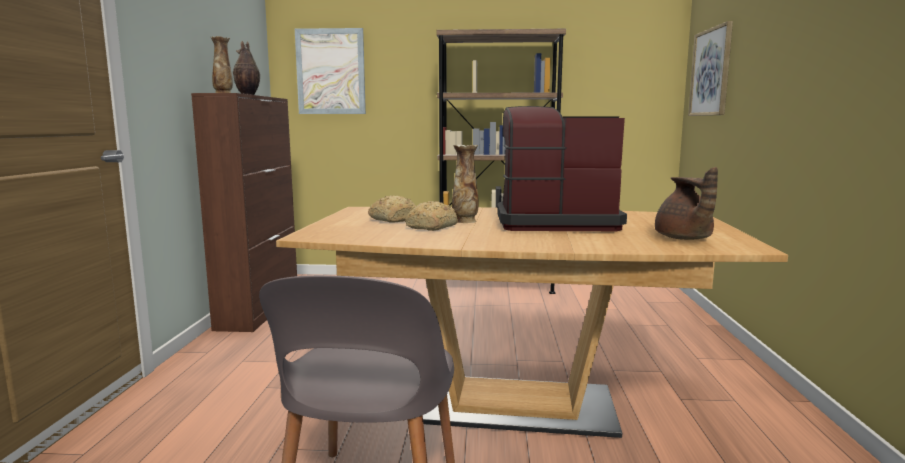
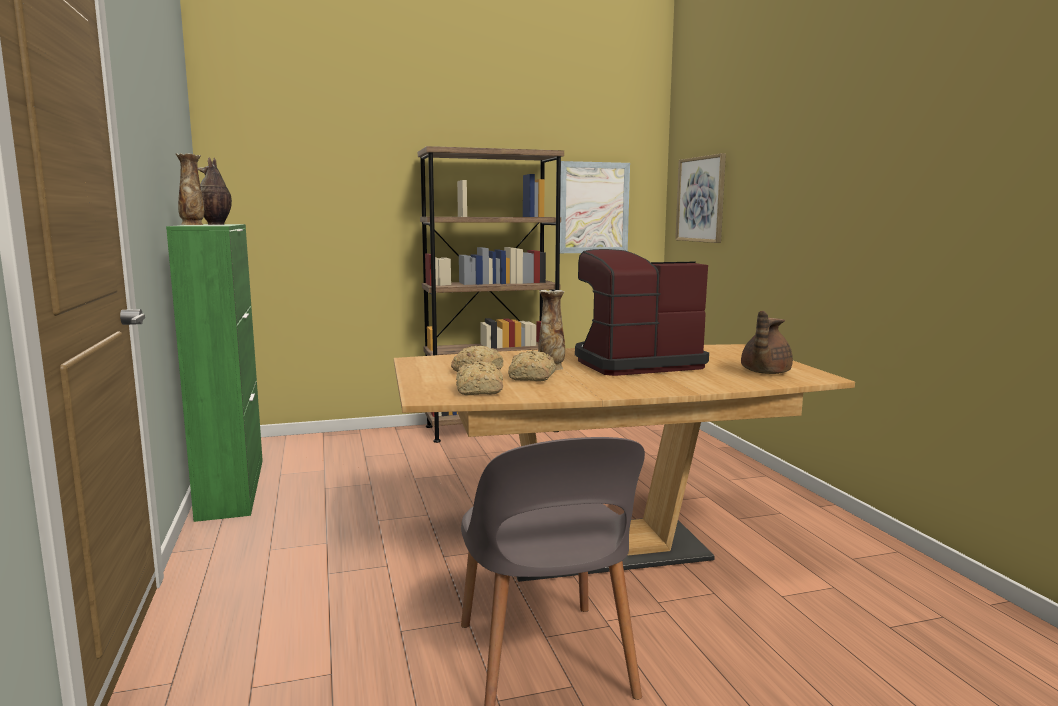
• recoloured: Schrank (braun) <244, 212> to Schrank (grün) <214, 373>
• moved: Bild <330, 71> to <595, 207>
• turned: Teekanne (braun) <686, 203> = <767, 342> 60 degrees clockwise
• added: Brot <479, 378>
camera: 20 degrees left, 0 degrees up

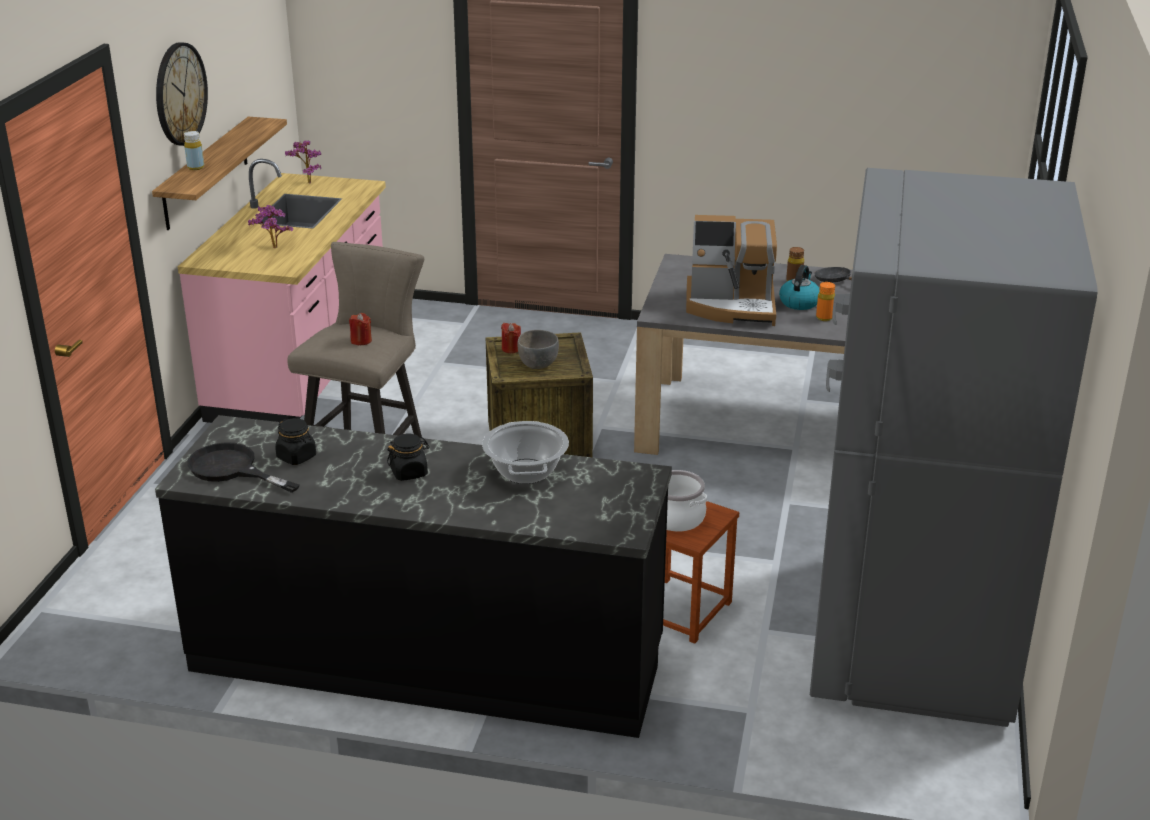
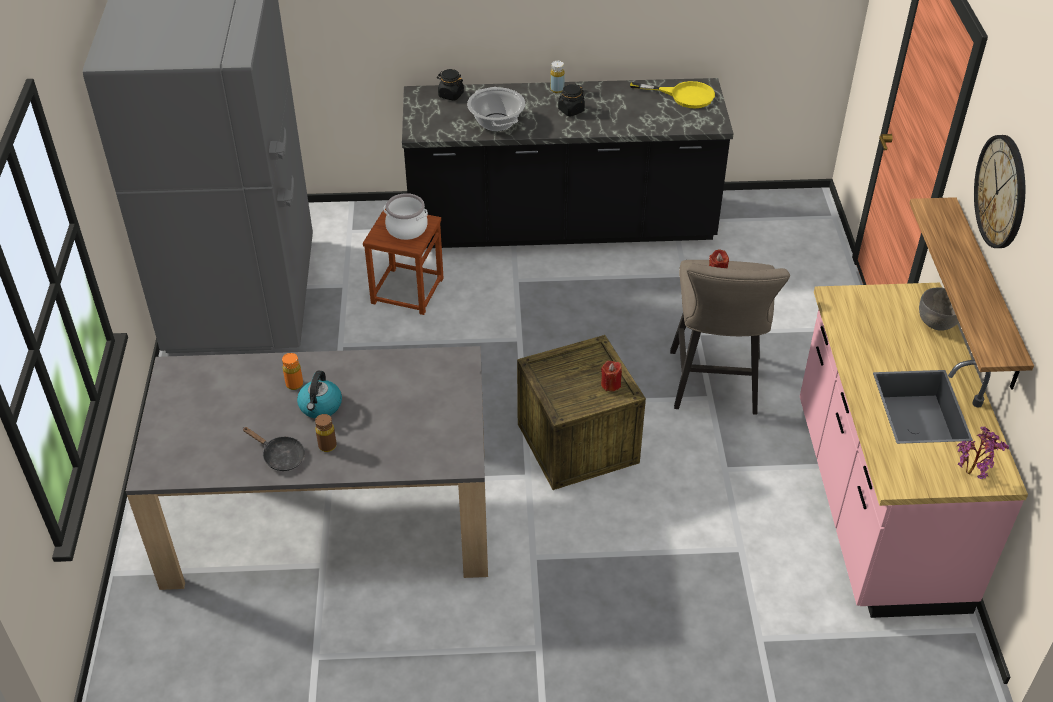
• moved: Flasche (gelb) <194, 150> to <557, 77>
• recoloured: Pfanne (schwarz) <243, 467> to Pfanne (gelb) <672, 94>
• removed: Topfpflanze <270, 227>
• moved: Vorratsglas (schwarz) <295, 441> to <450, 85>
• moved: Schüssel (grau) <538, 349> to <939, 309>
• removed: Kaffeemaschine <731, 270>
camera: 165 degrees right, 15 degrees up

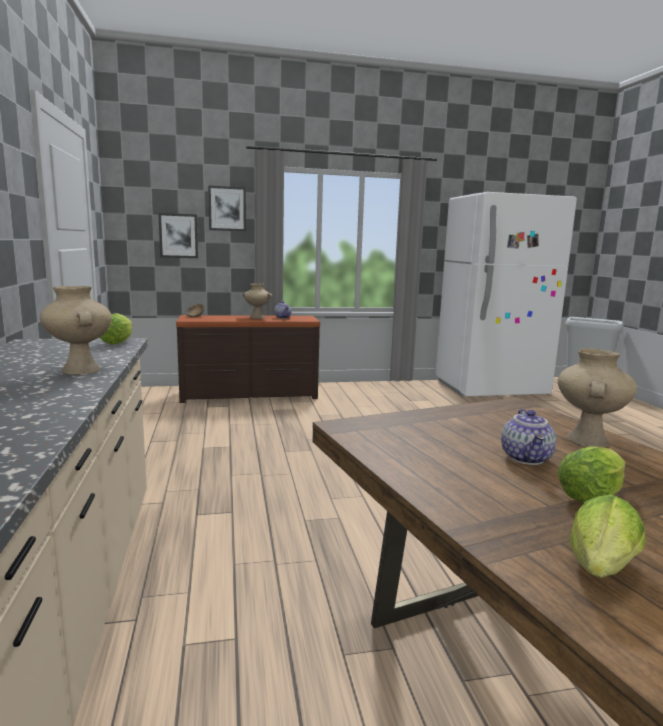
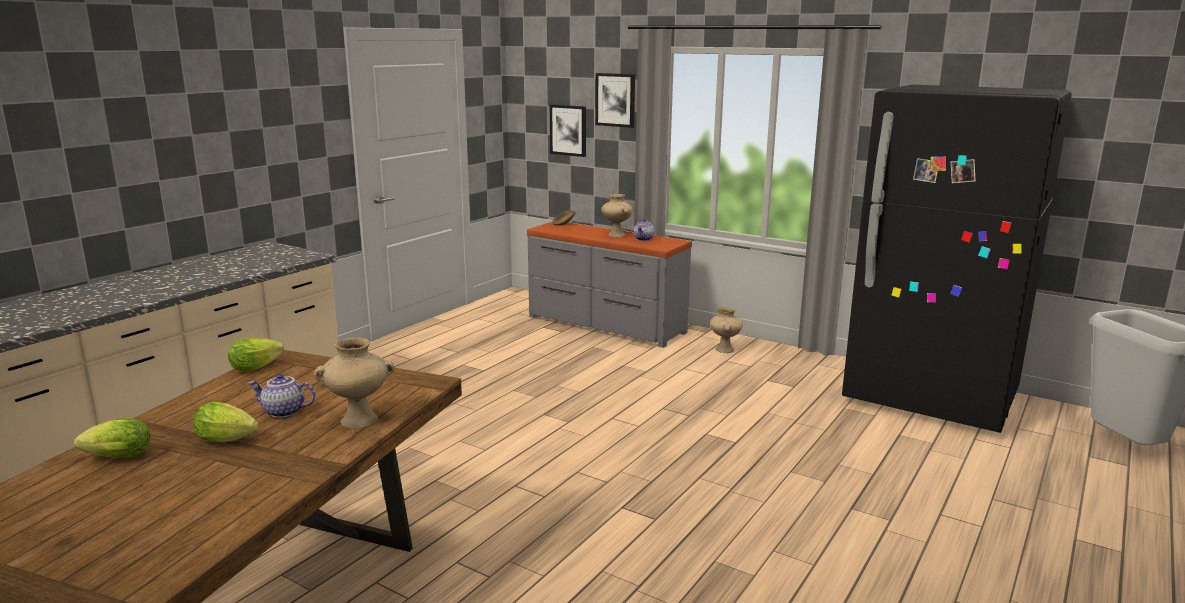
• moved: Vase (beige) <76, 330> to <726, 330>
• moved: Salatkopf <116, 329> to <256, 354>
• recoloured: Kommode (braun) <248, 359> to Kommode (grau) <609, 285>
• recoloured: Kühlschrank (weiß) <506, 294> to Kühlschrank (schwarz) <957, 259>
• turned: Teekanne <528, 437> = <281, 396> 45 degrees clockwise
camera: 45 degrees right, 5 degrees up

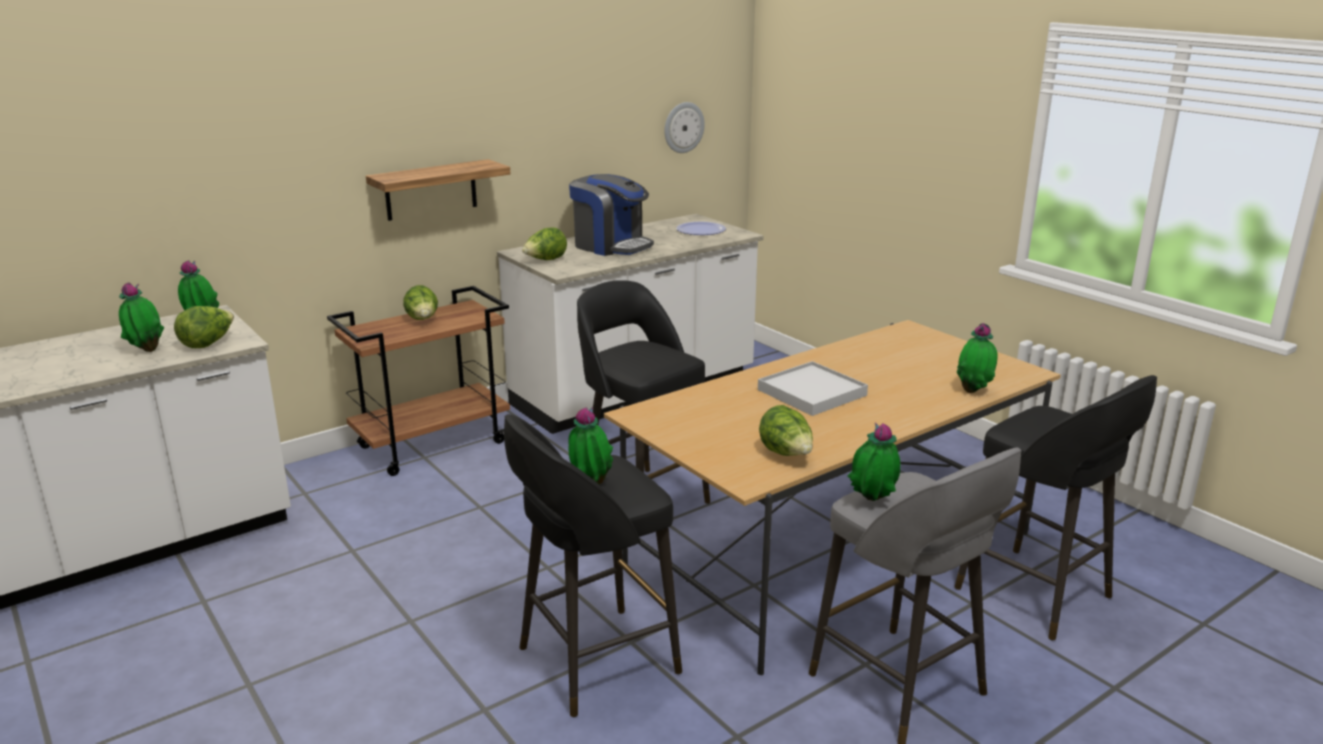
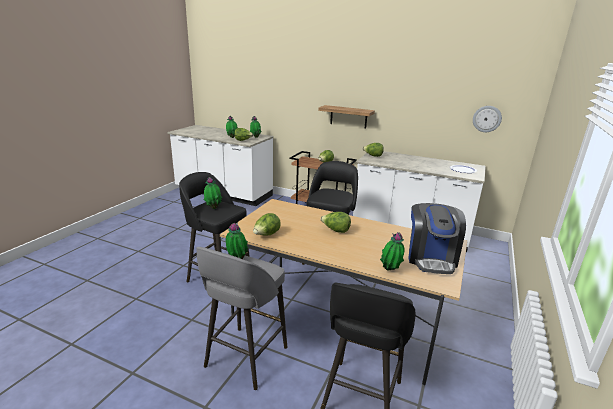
• moved: Kaffeemaschine <611, 215> to <437, 238>
• replaced: Tablett (weiß) <813, 388> to Salatkopf <336, 222>
camera: 60 degrees right, 0 degrees up

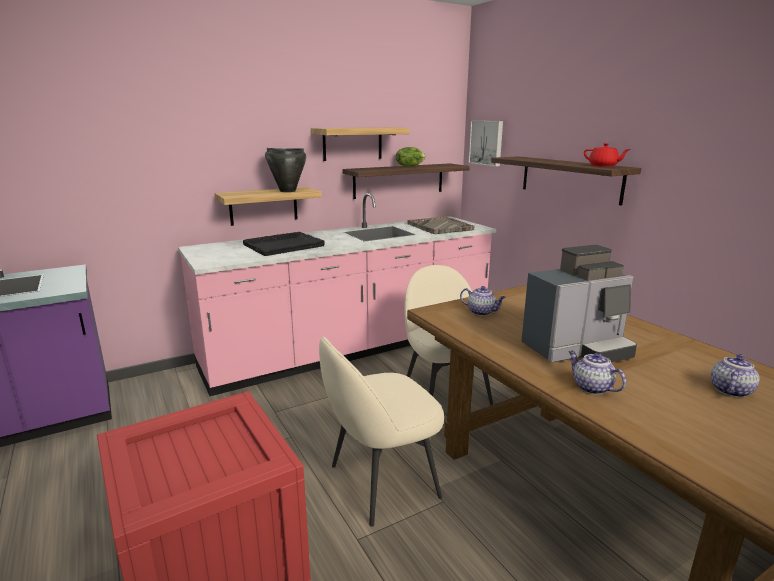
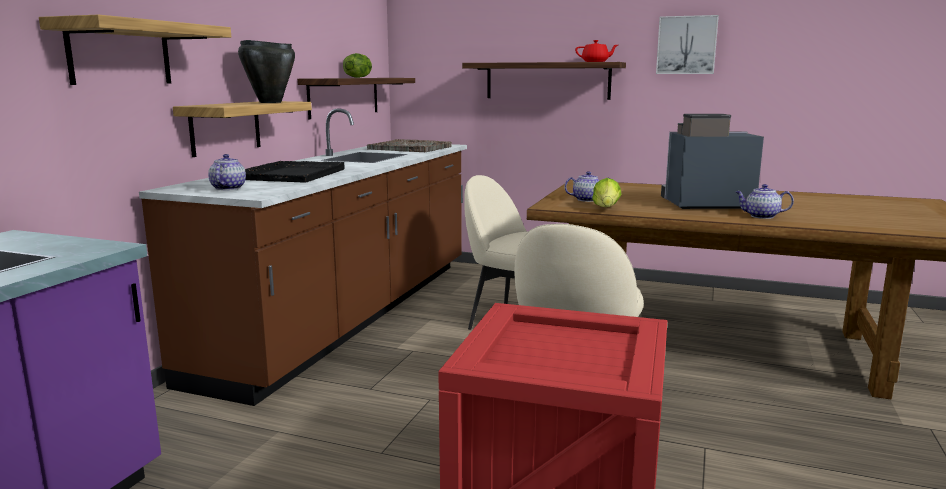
• recoloured: Küchenzeile (rosa) <337, 294> to Küchenzeile (braun) <303, 257>
• moved: Wandregal <360, 144> to <135, 50>
• moved: Bild <486, 144> to <687, 44>
• turned: Kaffeemaschine <579, 303> = <712, 161> 120 degrees counterclockwise
• moved: Teekanne <735, 376> to <227, 172>
• added: Salatkopf <607, 192>
camera: 40 degrees left, 5 degrees down

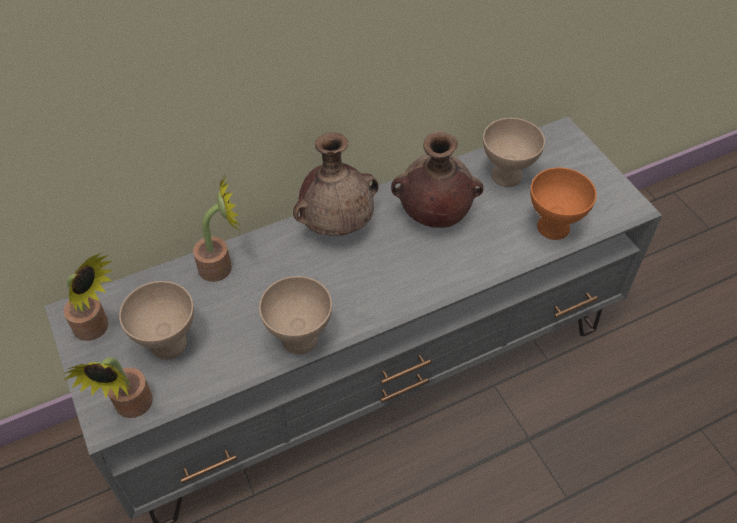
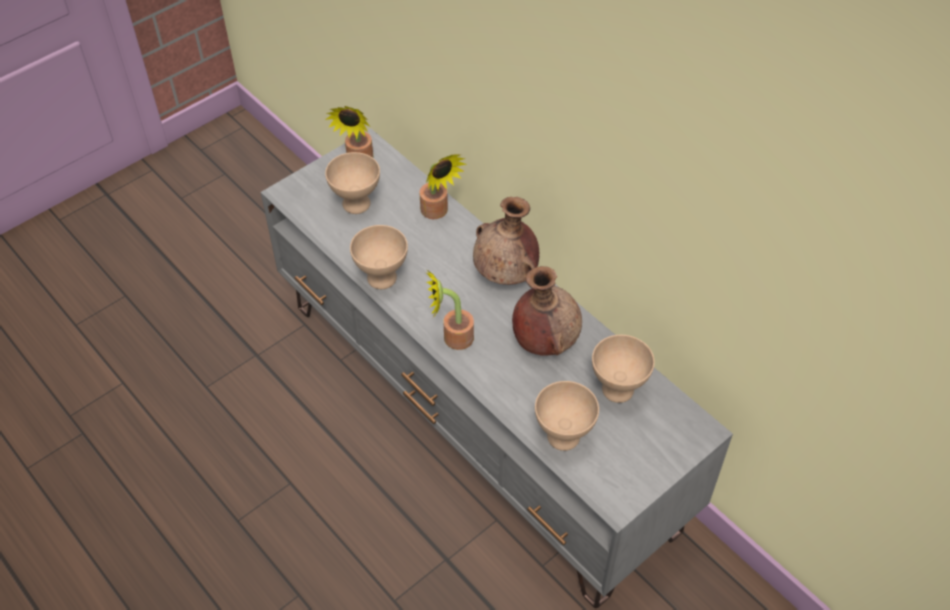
• moved: Topfpflanze <108, 387> to <450, 309>
• recoloured: Schüssel (orange) <563, 203> to Schüssel (beige) <567, 416>
camera: 75 degrees right, 0 degrees up

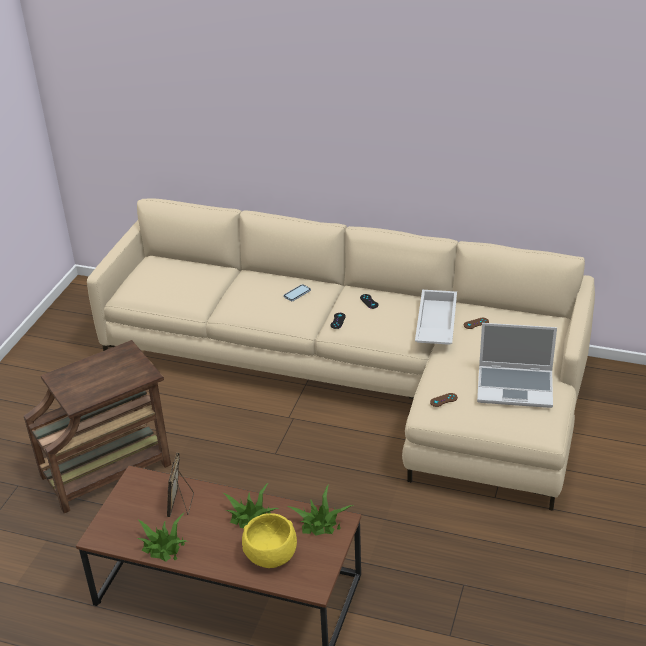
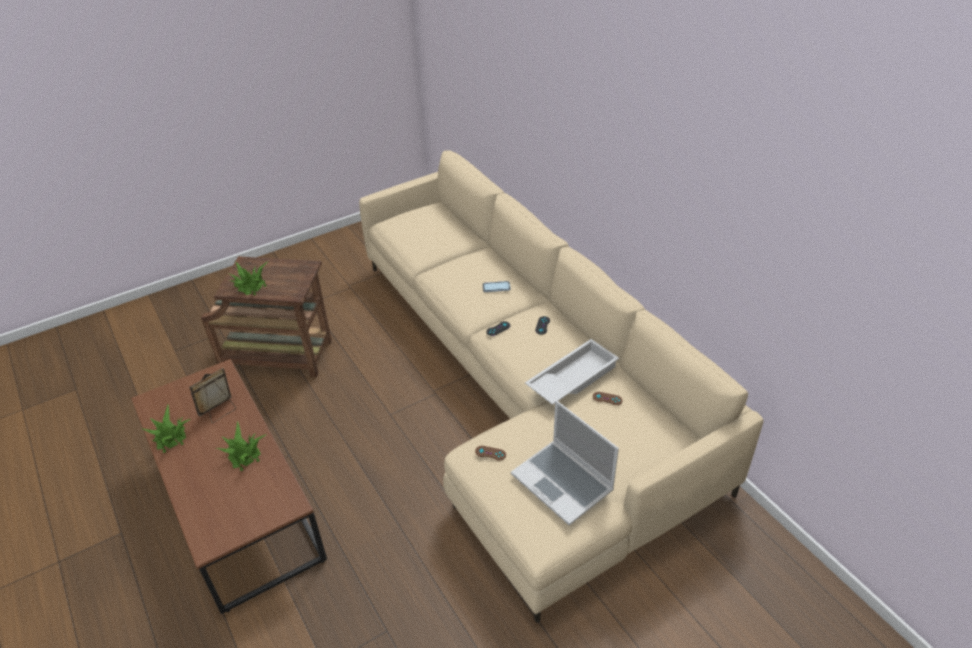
• removed: Schüssel (gelb) <269, 540>
• moved: Topfpflanze <320, 510> to <249, 278>
camera: 40 degrees right, 5 degrees up

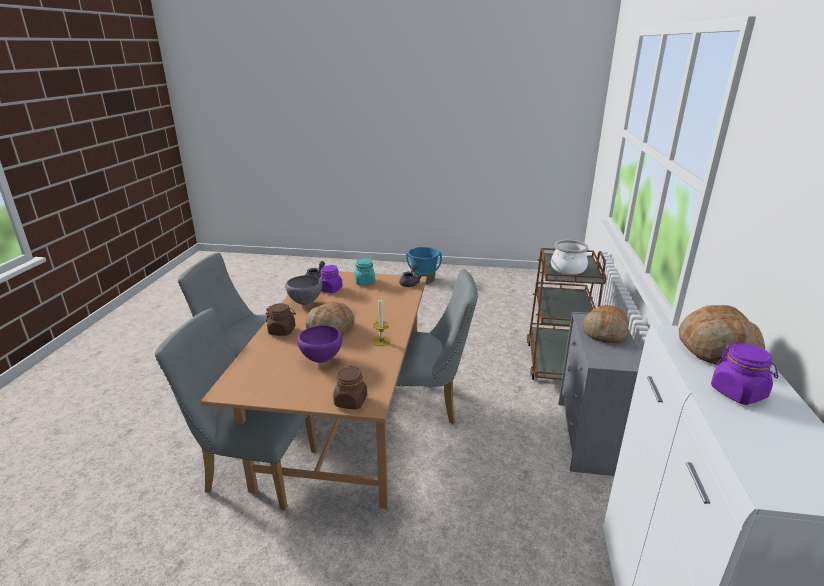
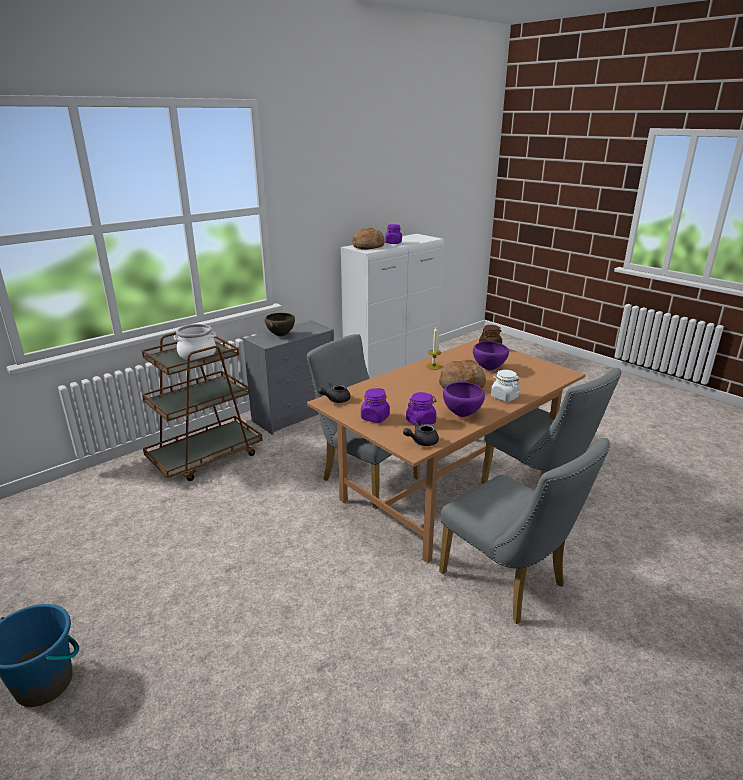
• recoloured: Vorratsglas (braun) <280, 319> to Vorratsglas (weiß) <505, 386>
• recoloured: Schüssel (grau) <303, 290> to Schüssel (lila) <464, 399>
• recoloured: Vorratsglas (türkis) <364, 272> to Vorratsglas (lila) <375, 405>
• replaced: Brot <606, 324> to Schüssel (braun) <280, 324>
camera: 140 degrees left, 0 degrees up

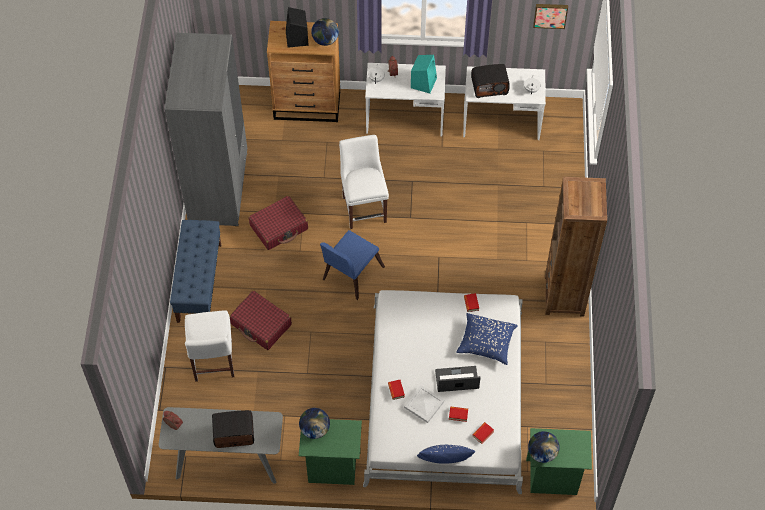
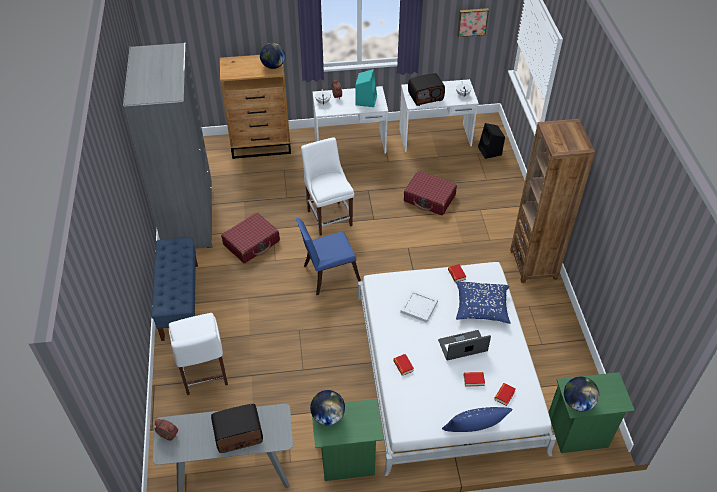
• moved: Koffer (rot) <261, 320> to <430, 193>
• moved: Lautsprecher (schwarz) <297, 27> to <491, 141>
• turned: Stuhl (blau) <352, 265> = <328, 256> 45 degrees clockwise
• moved: Tablett (weiß) <424, 404> to <419, 306>
camera: 10 degrees left, 10 degrees down

